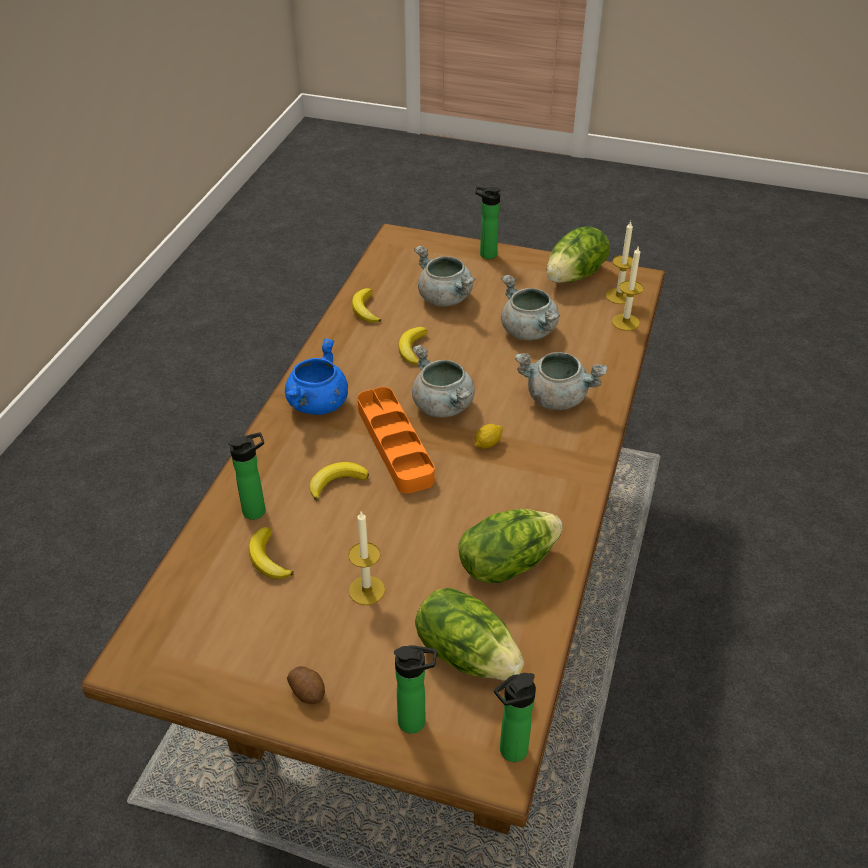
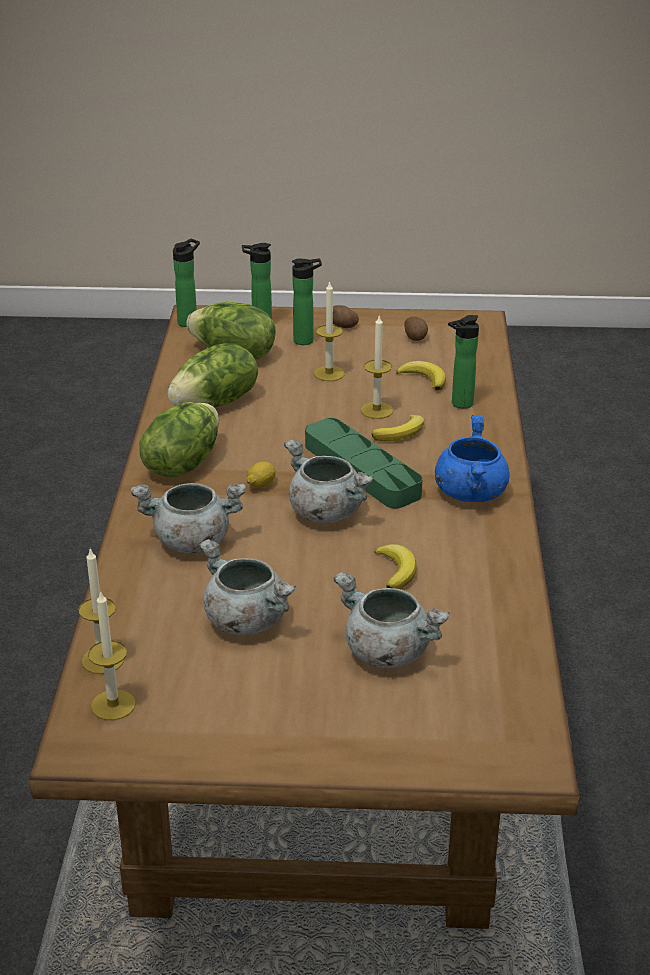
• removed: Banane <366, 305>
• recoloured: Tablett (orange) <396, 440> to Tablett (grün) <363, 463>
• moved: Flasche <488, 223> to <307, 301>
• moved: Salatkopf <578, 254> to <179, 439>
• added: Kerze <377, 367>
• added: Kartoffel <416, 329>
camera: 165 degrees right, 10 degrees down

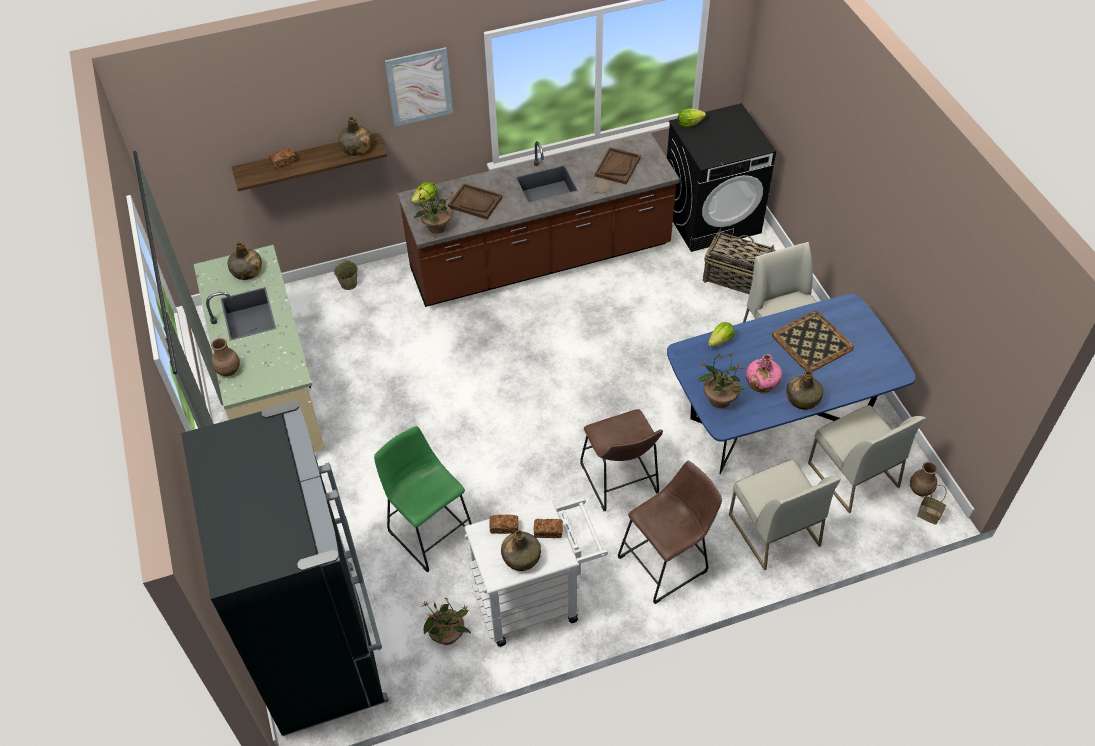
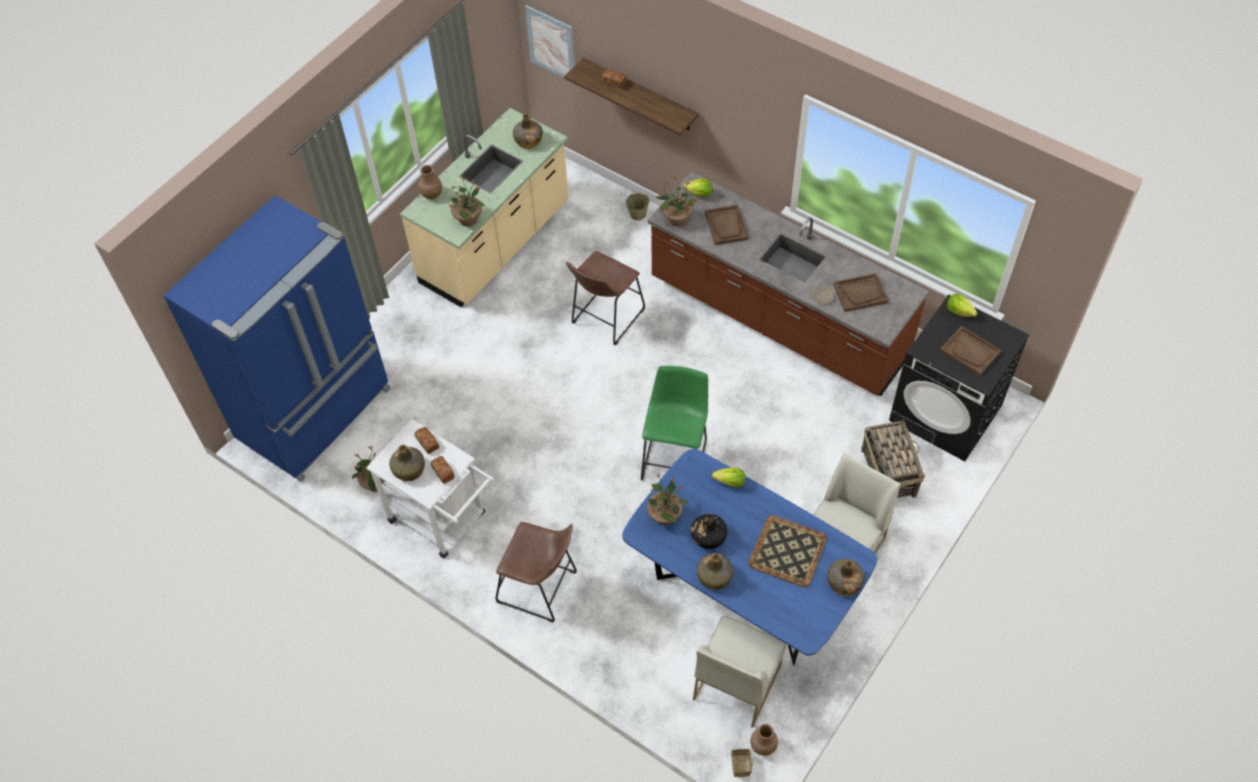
• recoloured: Kühlschrank (schwarz) <285, 568> to Kühlschrank (blau) <277, 338>
• moved: Flasche (grün) <354, 136> to <846, 577>
• moved: Hocker (grün) <423, 499> to <674, 423>
• moved: Bild <419, 86> to <550, 41>
• moved: Hocker (braun) <621, 460> to <605, 298>
• removed: Stuhl (weiß) <785, 514>
• recoloured: Flasche (rosa) <764, 373> to Flasche (schwarz) <709, 531>
• added: Topfpflanze <466, 201>
• added: Tablett (braun) <970, 351>
camera: 55 degrees right, 5 degrees up

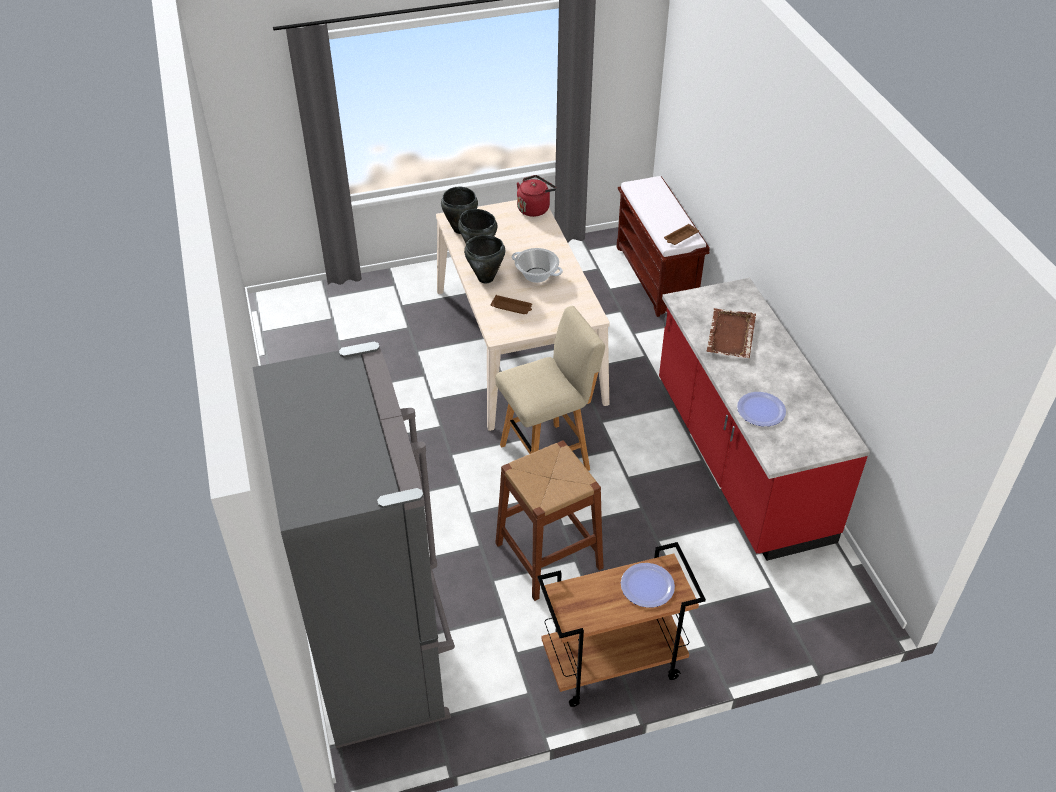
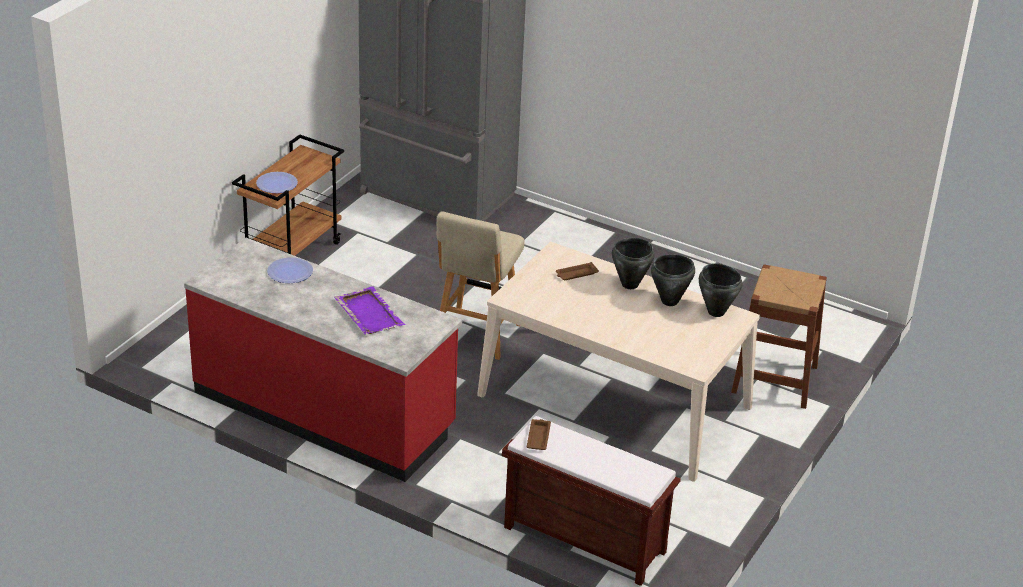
• moved: Hocker (braun) <549, 520> to <779, 336>
• removed: Kochtopf <537, 265>
• removed: Wasserkessel (rot) <536, 196>
• recoloured: Tablett (braun) <731, 333> to Tablett (lila) <369, 310>
camera: 135 degrees right, 10 degrees down

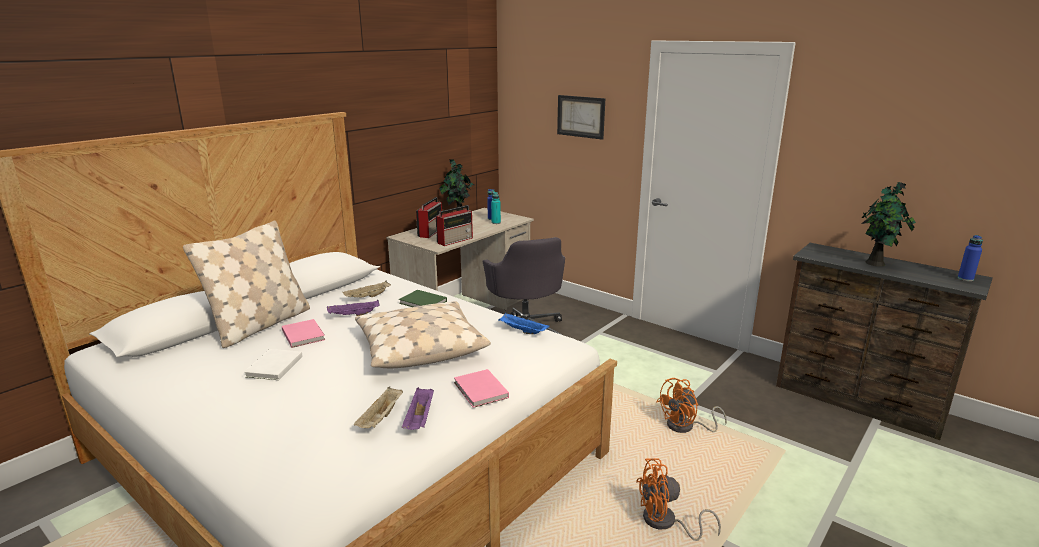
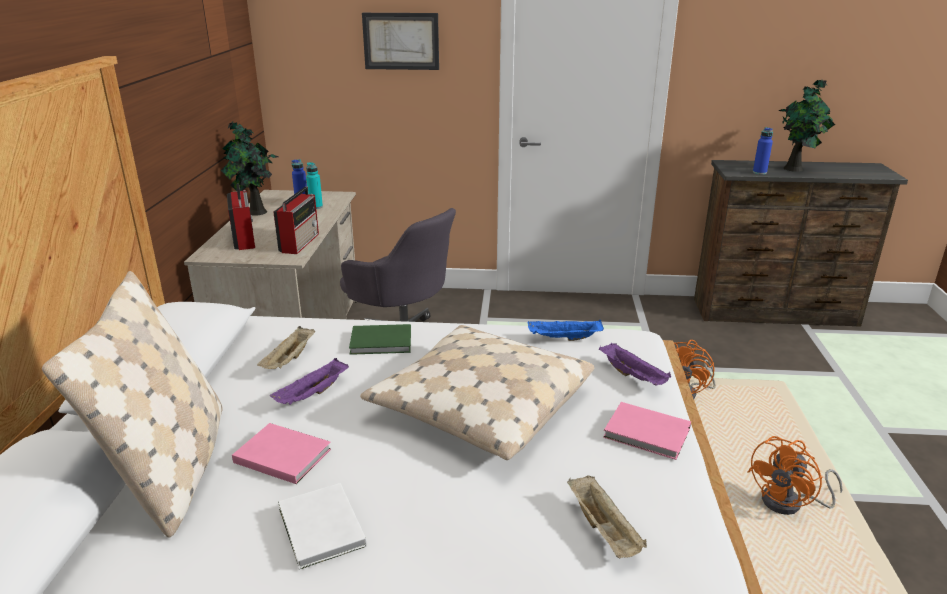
• moved: Tablett (lila) <418, 408> to <635, 364>
• moved: Flasche (blau) <970, 258> to <763, 151>
camera: 35 degrees left, 5 degrees up

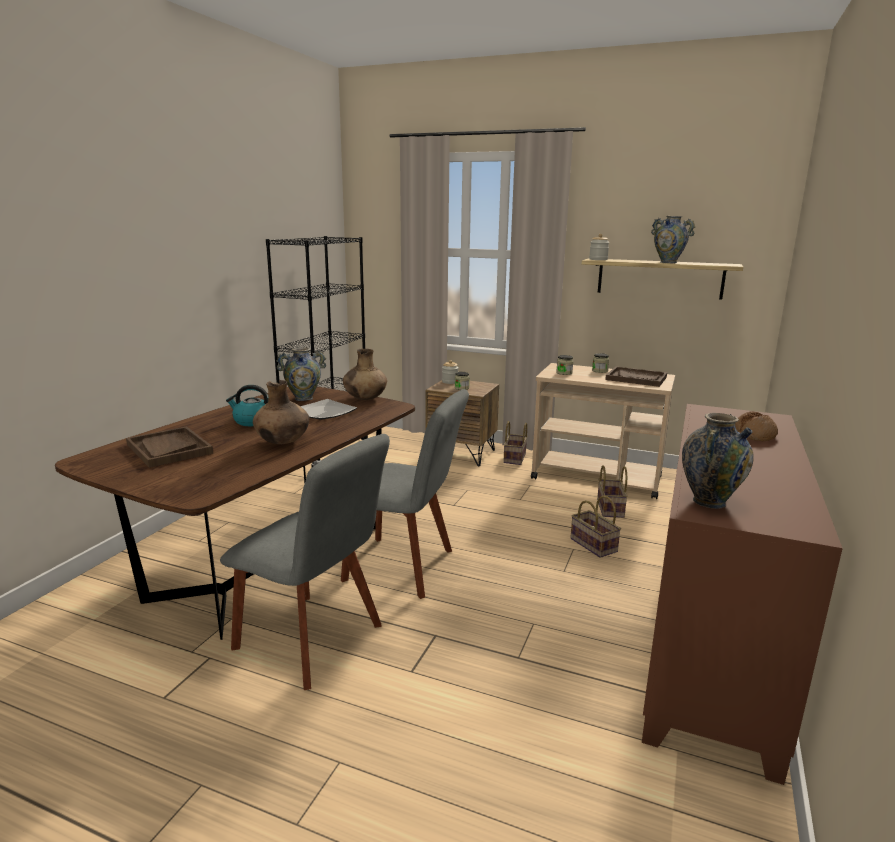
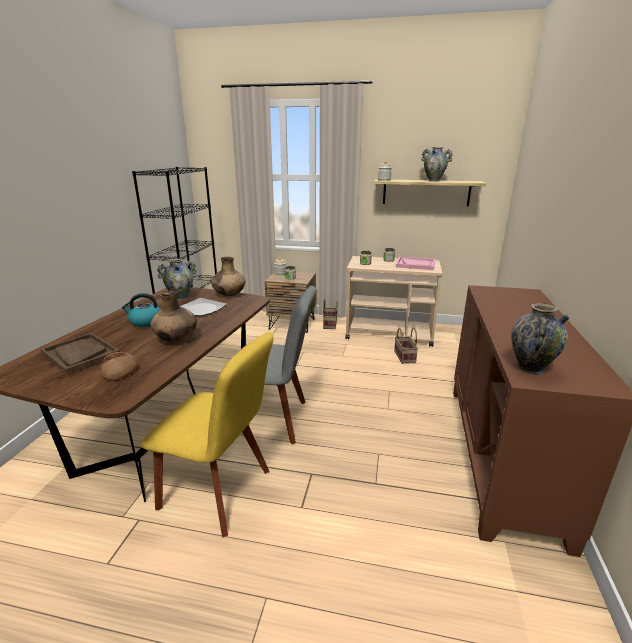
• recoloured: Stuhl (grau) <305, 562> to Stuhl (gelb) <207, 434>
• removed: Korb <595, 527>
• recoloured: Tablett (braun) <636, 377> to Tablett (rosa) <415, 263>
• moved: Brot <756, 426> to <119, 366>
camera: 10 degrees left, 5 degrees up

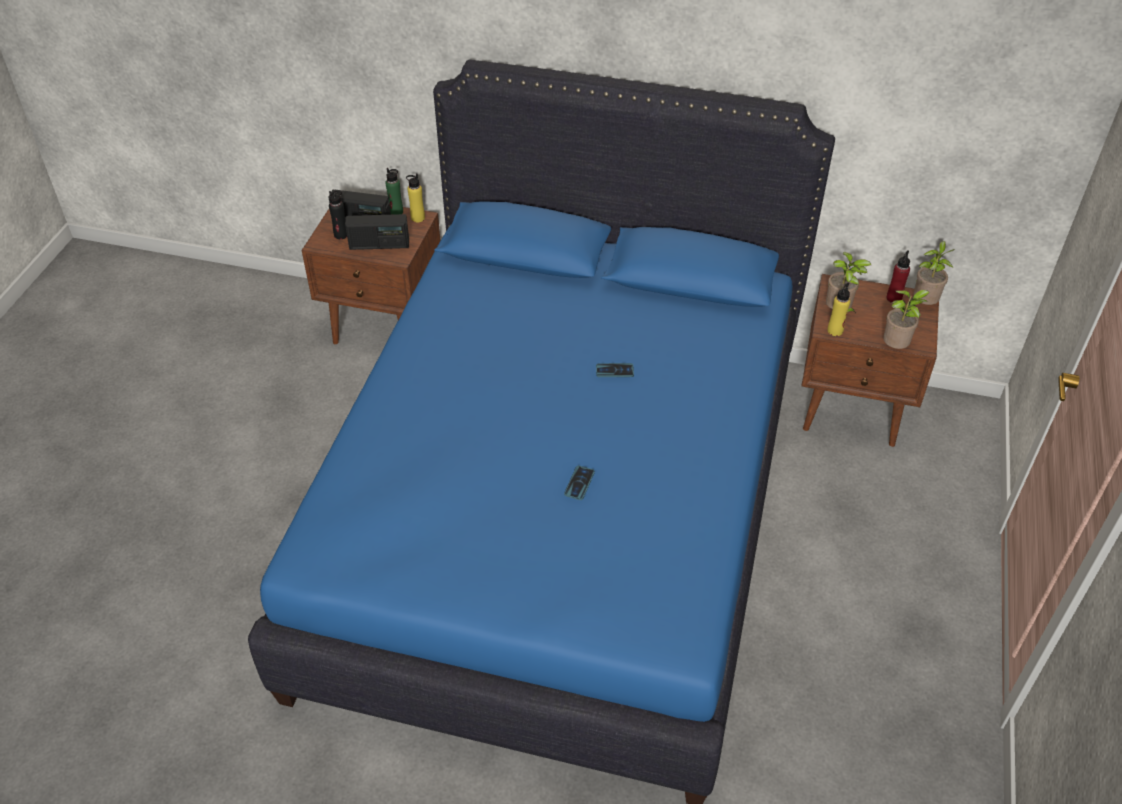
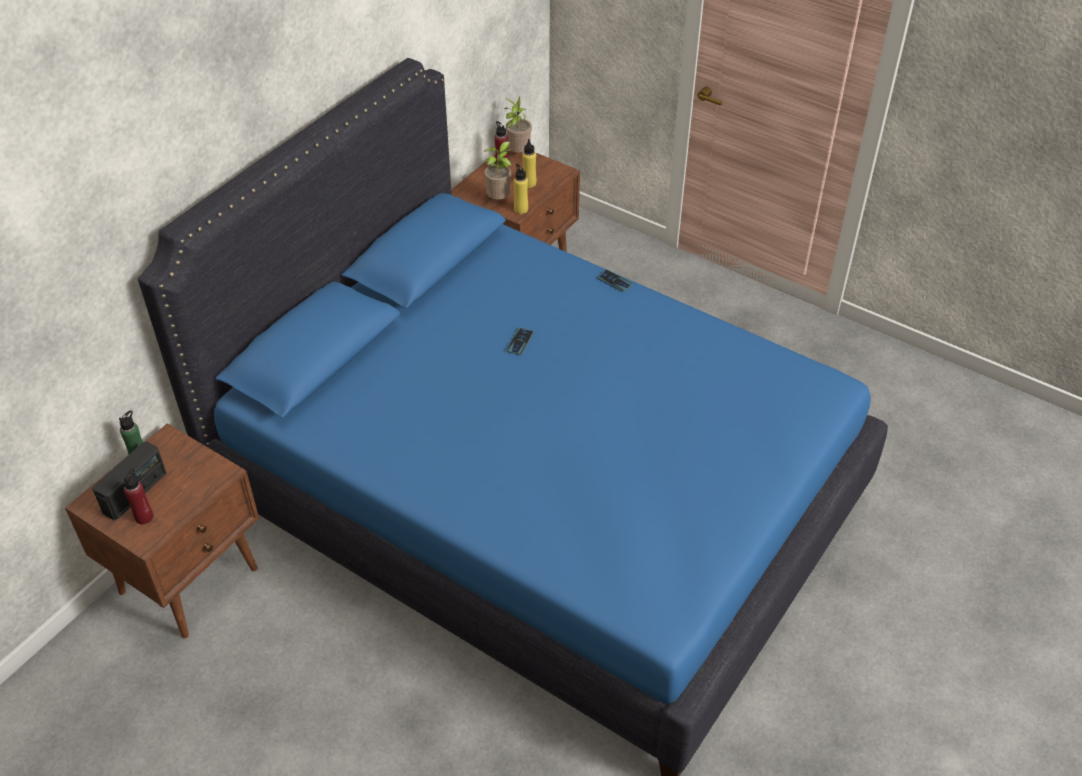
• recoloured: Flasche (schwarz) <338, 215> to Flasche (rot) <138, 496>
• removed: Radio <377, 232>
• moved: Flasche (gelb) <415, 197> to <529, 163>
• moved: Handy <579, 483> to <615, 280>
• removed: Topfpflanze <906, 319>
camera: 70 degrees left, 0 degrees up

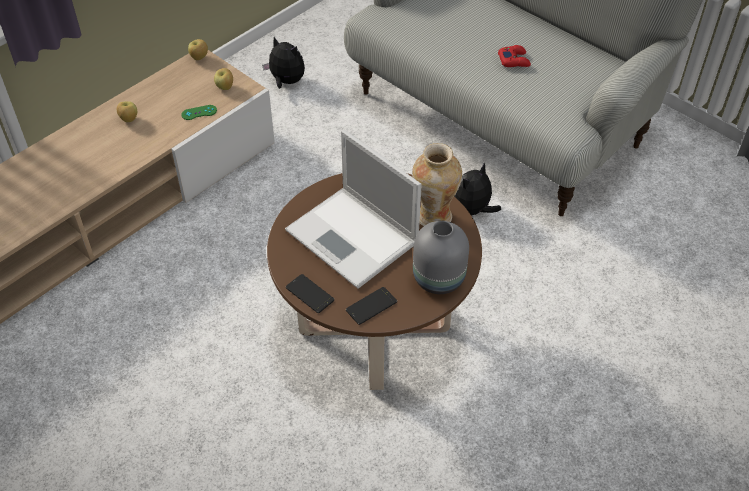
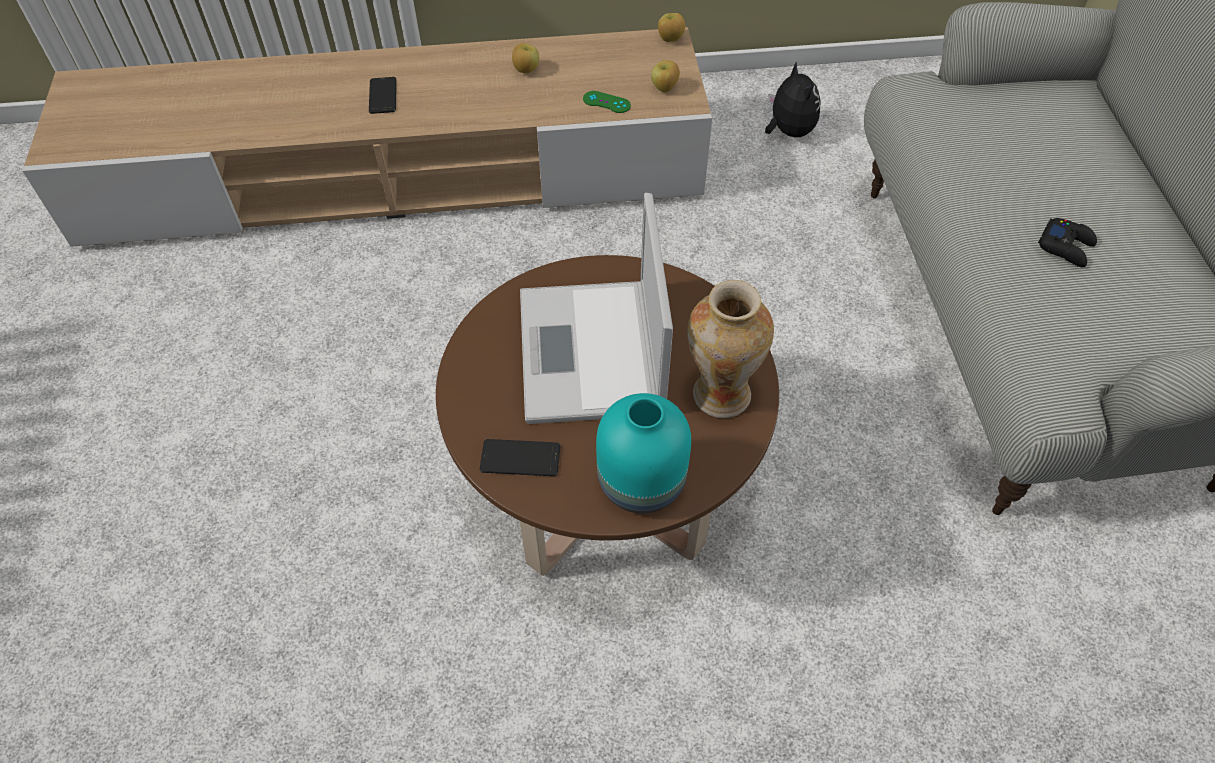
• moved: Handy <310, 293> to <382, 95>
• recoloured: Vase (grau) <441, 257> to Vase (türkis) <643, 453>
• removed: Plüschtier <477, 189>
• recoloured: Gamepad (rot) <514, 56> to Gamepad (schwarz) <1067, 243>
camera: 40 degrees right, 5 degrees up

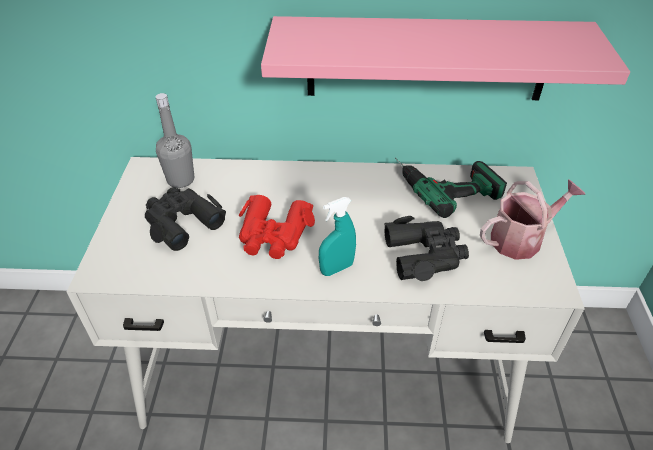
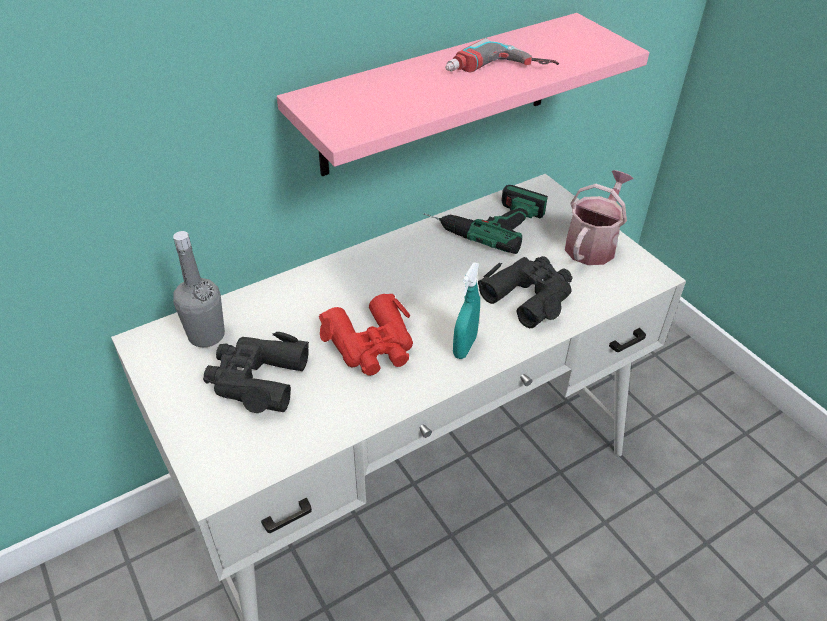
• added: Bohrmaschine <502, 55>
camera: 35 degrees left, 0 degrees up

